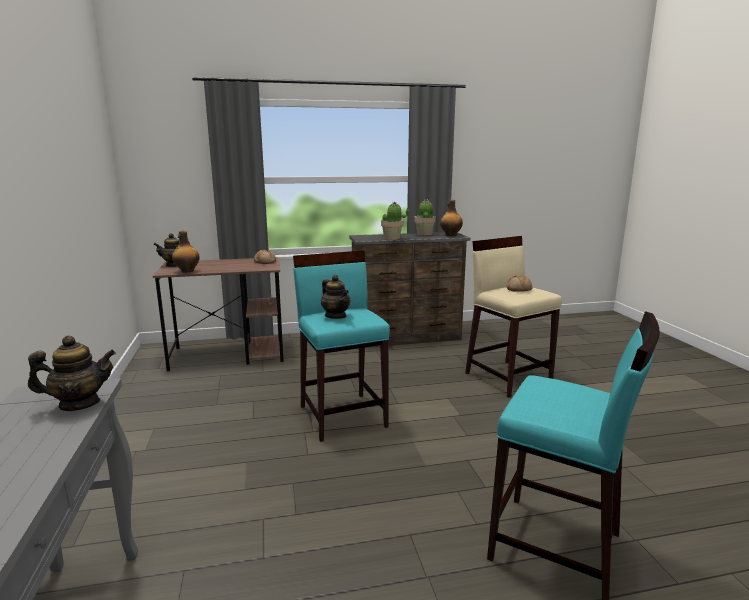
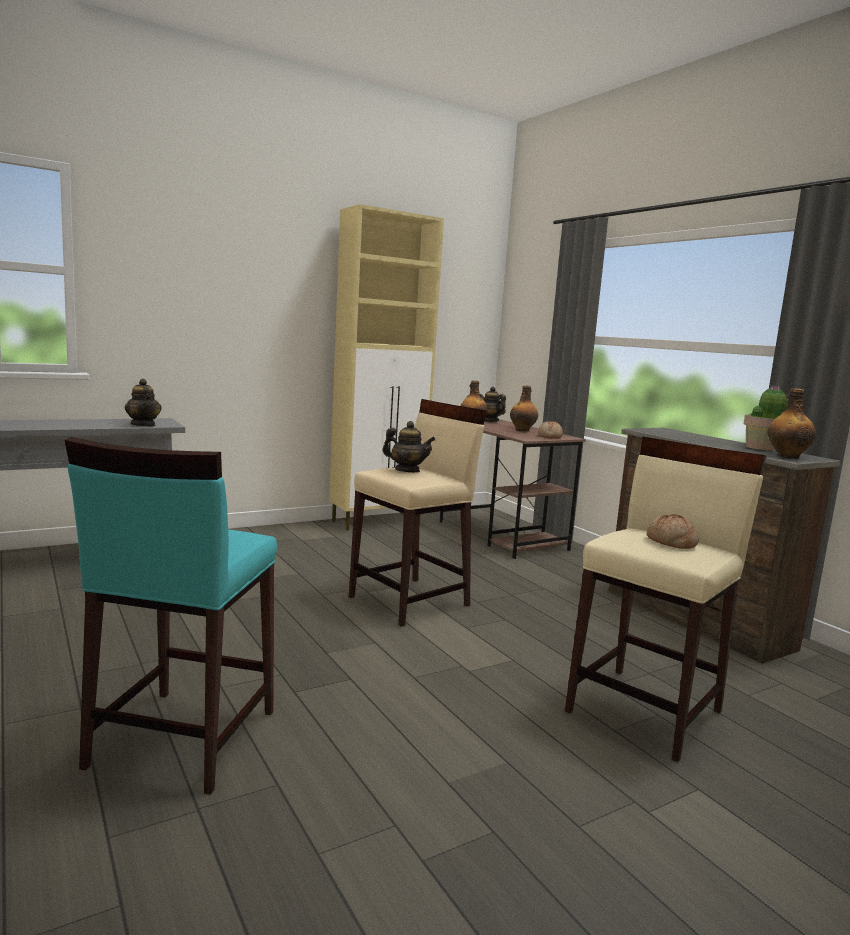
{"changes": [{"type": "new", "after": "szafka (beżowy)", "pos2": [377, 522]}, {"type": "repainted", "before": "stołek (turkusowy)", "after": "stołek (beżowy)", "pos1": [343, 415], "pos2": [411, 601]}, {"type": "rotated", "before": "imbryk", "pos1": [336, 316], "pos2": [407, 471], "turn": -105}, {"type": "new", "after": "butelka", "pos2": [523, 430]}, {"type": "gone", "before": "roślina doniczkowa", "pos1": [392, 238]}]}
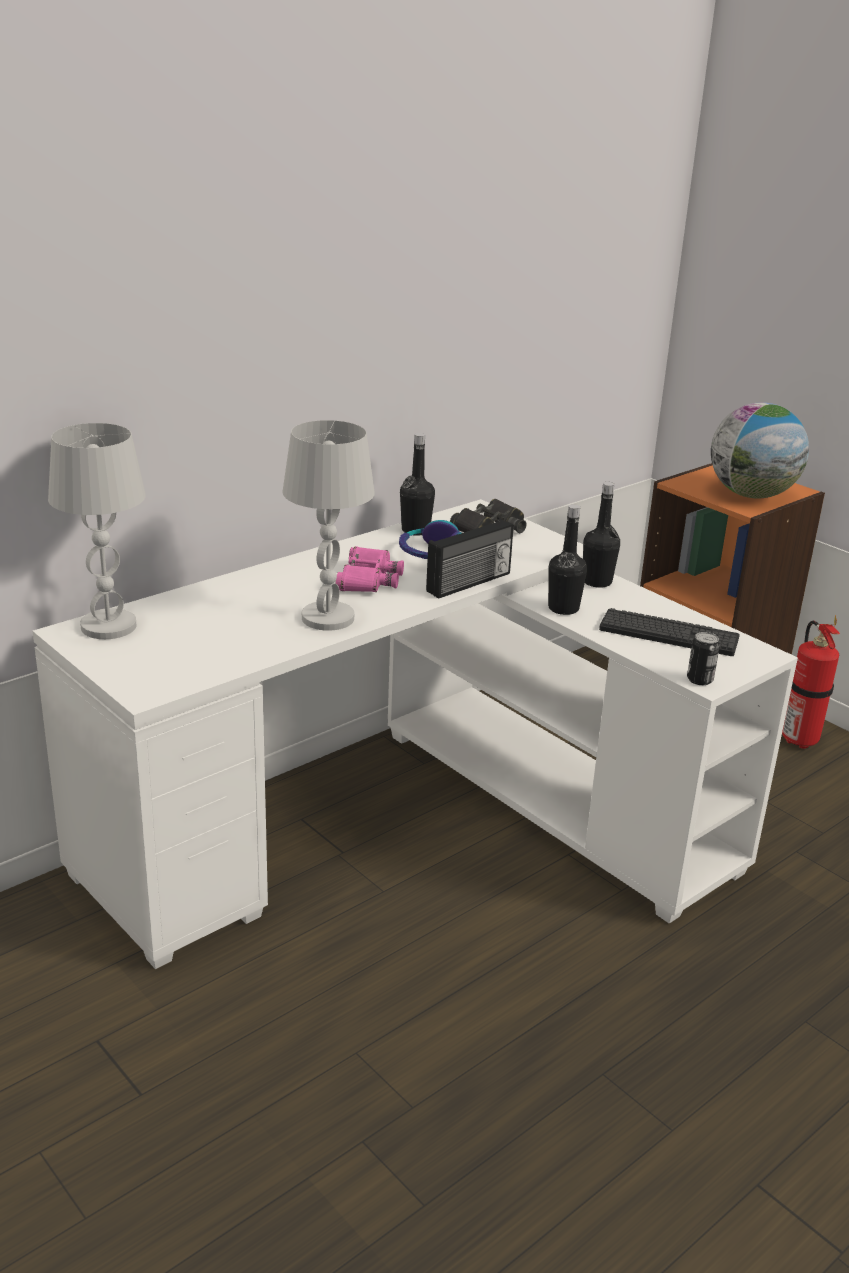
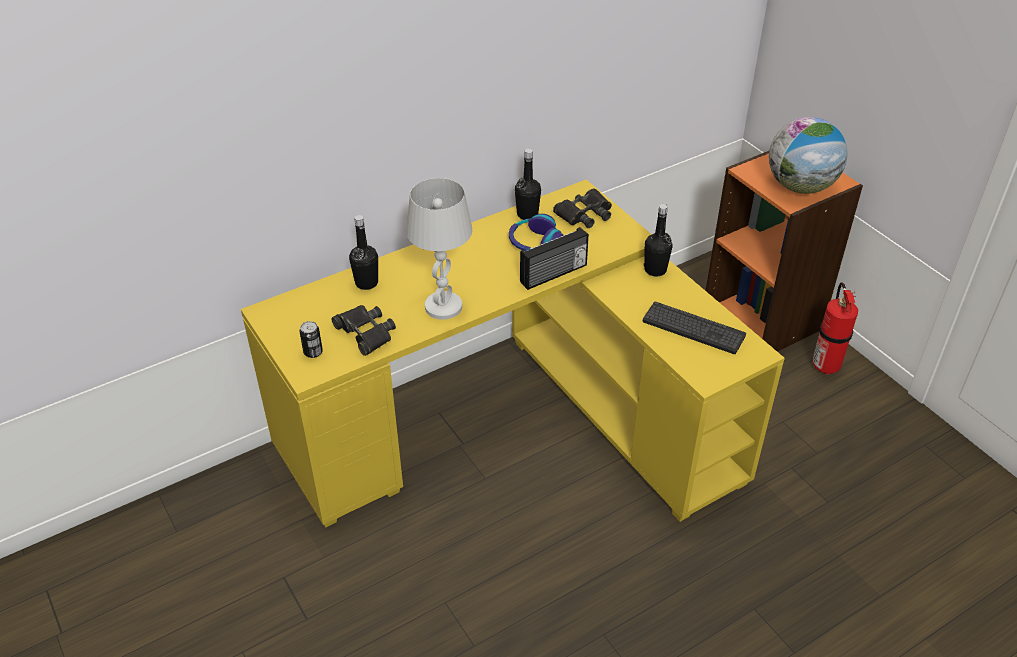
{"changes": [{"type": "repainted", "before": "biurko (biały)", "after": "biurko (żółty)", "pos1": [412, 822], "pos2": [516, 421]}, {"type": "shifted", "before": "puszka", "pos1": [699, 680], "pos2": [313, 352]}, {"type": "new", "after": "lornetka (czarny)", "pos2": [365, 333]}, {"type": "shifted", "before": "butelka (czarny)", "pos1": [563, 608], "pos2": [366, 283]}, {"type": "gone", "before": "lampa stołowa (biały)", "pos1": [109, 626]}, {"type": "gone", "before": "lornetka (różowy)", "pos1": [368, 579]}]}
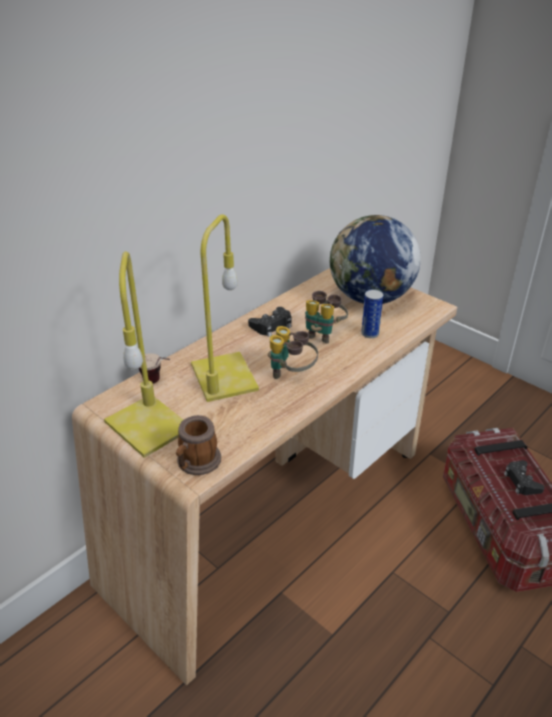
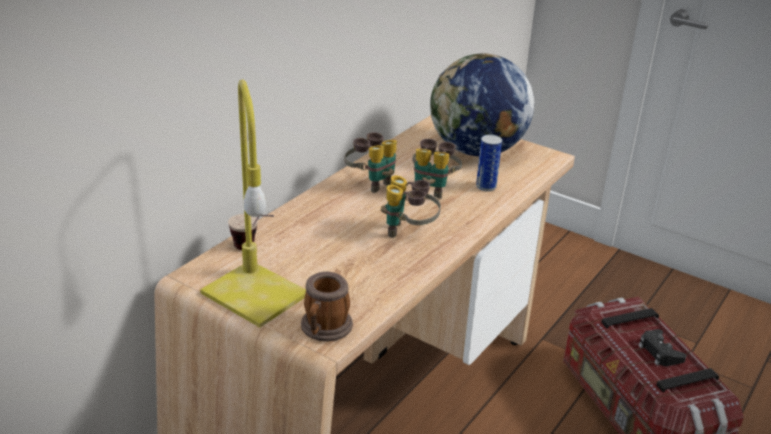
{"changes": [{"type": "swapped", "before": "pad do gier (czarny)", "after": "lornetka", "pos1": [272, 325], "pos2": [371, 183]}, {"type": "gone", "before": "lampa stołowa (żółty)", "pos1": [225, 378]}]}
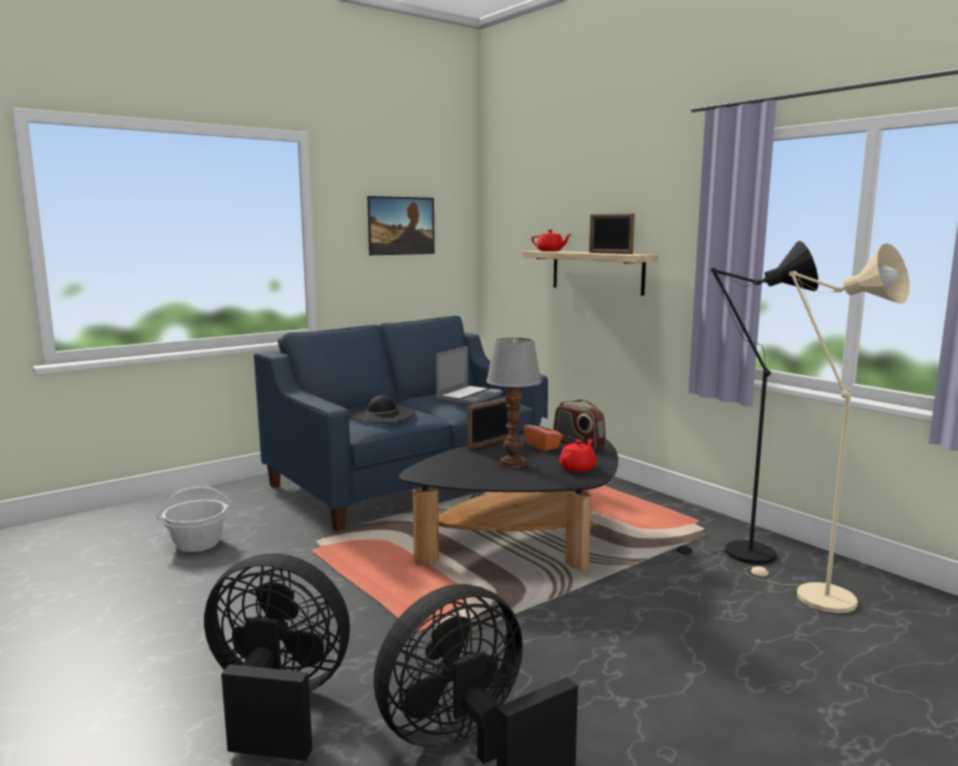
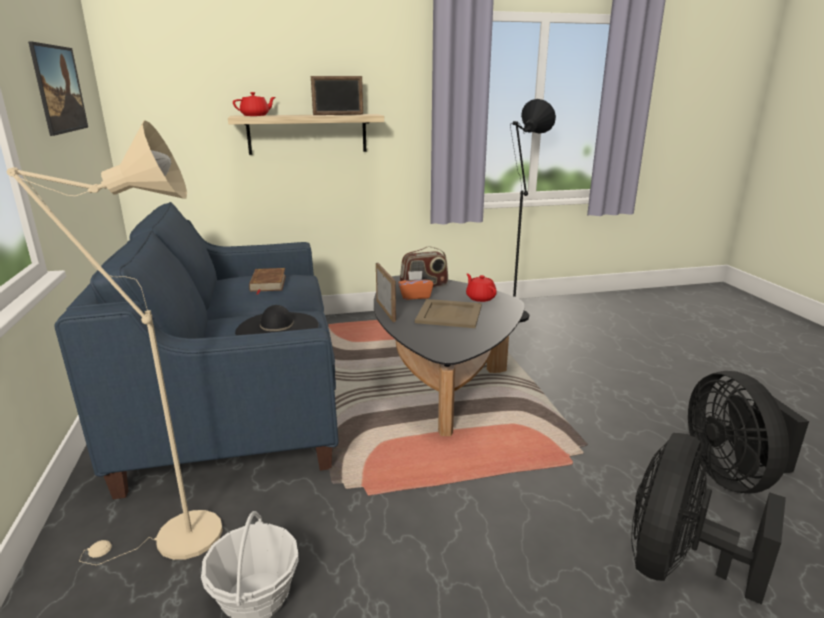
{"changes": [{"type": "shifted", "before": "lampa stojąca (beżowy)", "pos1": [814, 595], "pos2": [176, 539]}, {"type": "swapped", "before": "laptop", "after": "książka (brązowy)", "pos1": [469, 396], "pos2": [268, 283]}, {"type": "swapped", "before": "lampa stołowa", "after": "taca (beżowy)", "pos1": [512, 463], "pos2": [448, 314]}]}
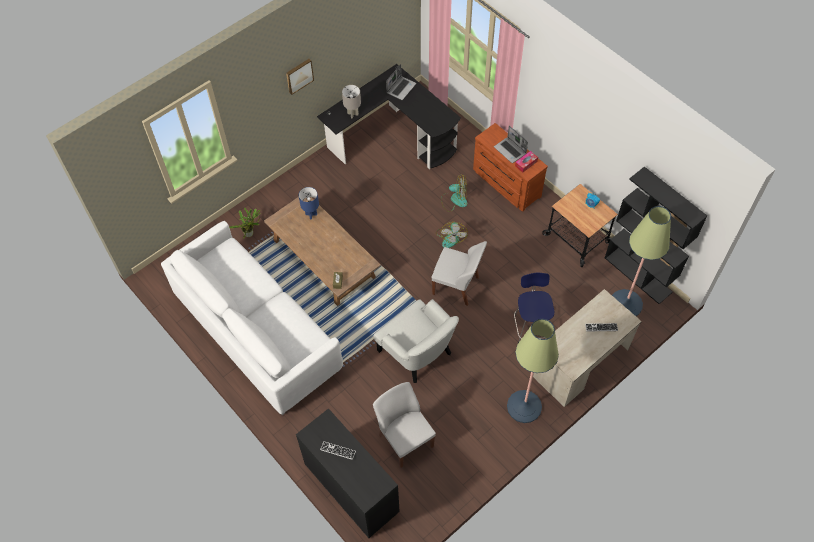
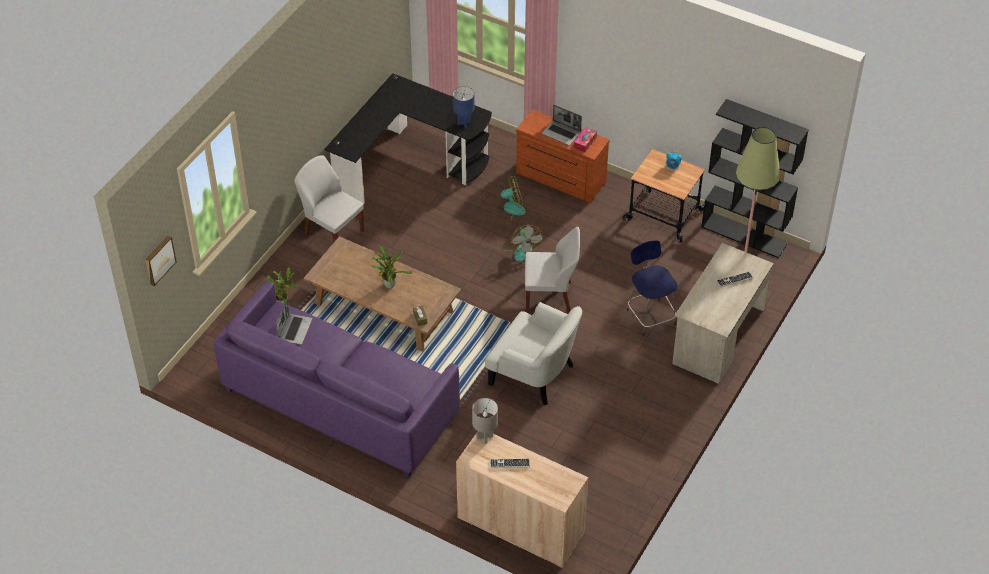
{"changes": [{"type": "shifted", "before": "obraz", "pos1": [299, 75], "pos2": [159, 260]}, {"type": "repainted", "before": "kanapa (biały)", "after": "kanapa (fioletowy)", "pos1": [257, 332], "pos2": [339, 402]}, {"type": "shifted", "before": "laptop", "pos1": [401, 88], "pos2": [294, 329]}, {"type": "shifted", "before": "krzesło (biały)", "pos1": [405, 439], "pos2": [333, 232]}, {"type": "new", "after": "roślina doniczkowa", "pos2": [389, 283]}, {"type": "shifted", "before": "lampa stołowa (niebieski)", "pos1": [311, 214], "pos2": [463, 123]}, {"type": "repainted", "before": "szafka (czarny)", "after": "szafka (beżowy)", "pos1": [351, 487], "pos2": [520, 526]}, {"type": "shifted", "before": "lampa stołowa (szary)", "pos1": [353, 114], "pos2": [485, 437]}, {"type": "gone", "before": "lampa stojąca", "pos1": [524, 406]}]}
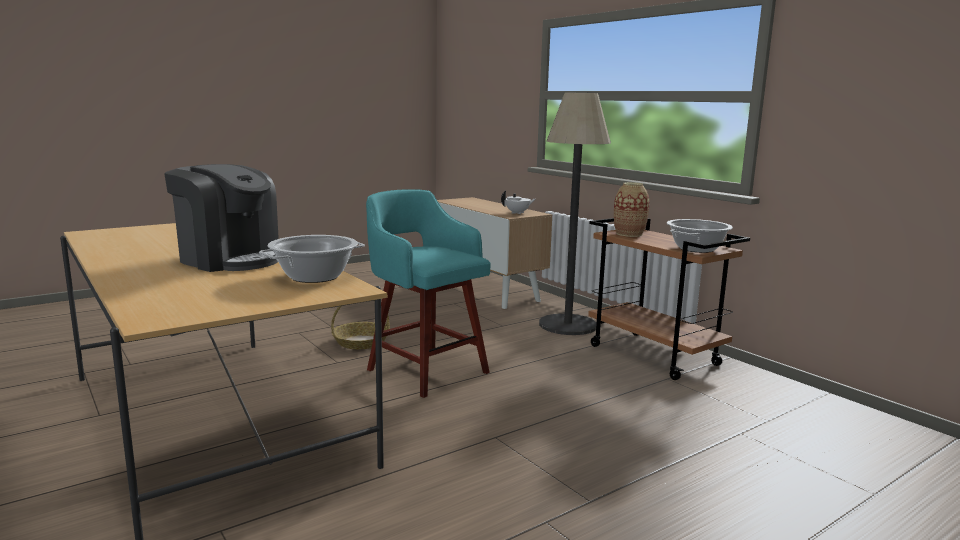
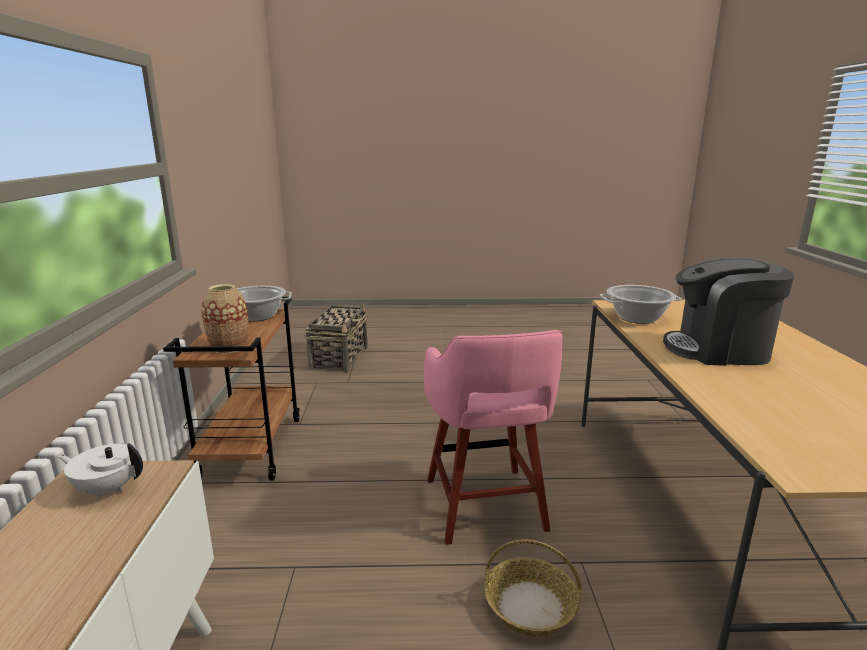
{"changes": [{"type": "new", "after": "koszyk", "pos2": [339, 358]}, {"type": "repainted", "before": "stołek (turkusowy)", "after": "stołek (różowy)", "pos1": [425, 370], "pos2": [485, 507]}, {"type": "rotated", "before": "ekspres do kawy", "pos1": [229, 259], "pos2": [719, 350], "turn": -60}, {"type": "gone", "before": "lampa stojąca", "pos1": [567, 325]}]}
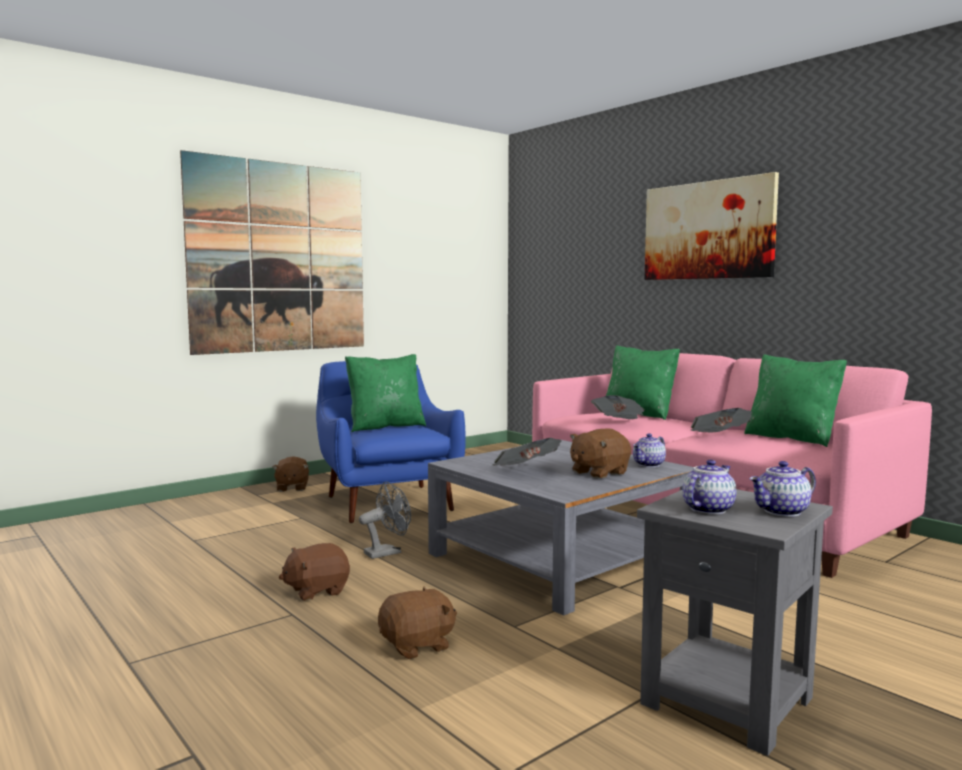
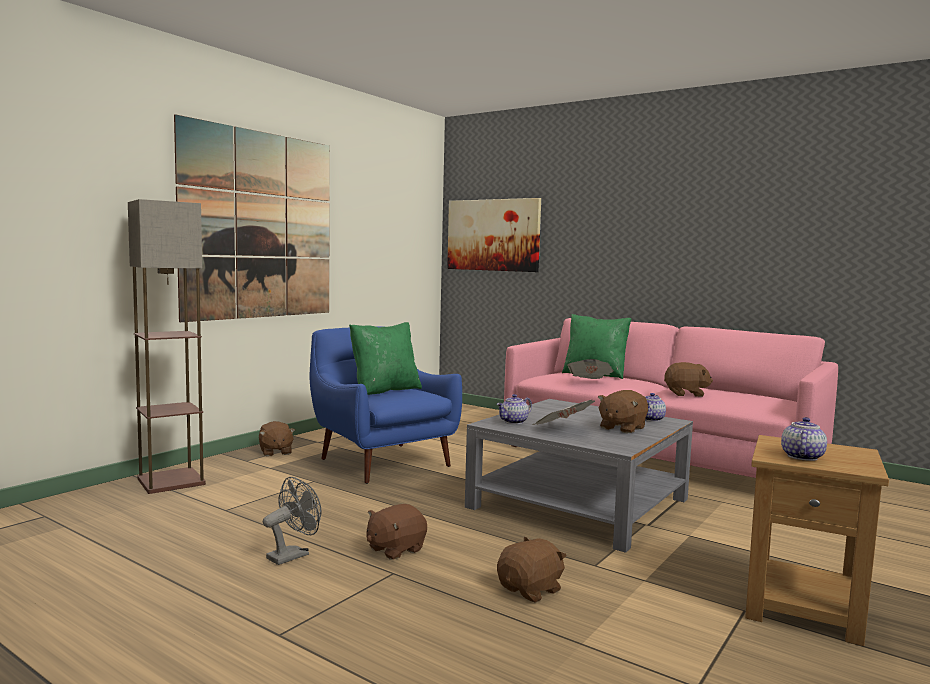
{"changes": [{"type": "new", "after": "lampa stojąca", "pos2": [172, 481]}, {"type": "shifted", "before": "wentylator (szary)", "pos1": [387, 552], "pos2": [293, 555]}, {"type": "shifted", "before": "obraz", "pos1": [707, 230], "pos2": [493, 235]}, {"type": "shifted", "before": "imbryk", "pos1": [782, 512], "pos2": [514, 422]}, {"type": "swapped", "before": "gazeta", "after": "pluszak (brązowy)", "pos1": [719, 437], "pos2": [686, 394]}, {"type": "repainted", "before": "stolik (szary)", "after": "stolik (brązowy)", "pos1": [729, 701], "pos2": [804, 608]}, {"type": "gone", "before": "poduszka (zielony)", "pos1": [792, 438]}]}
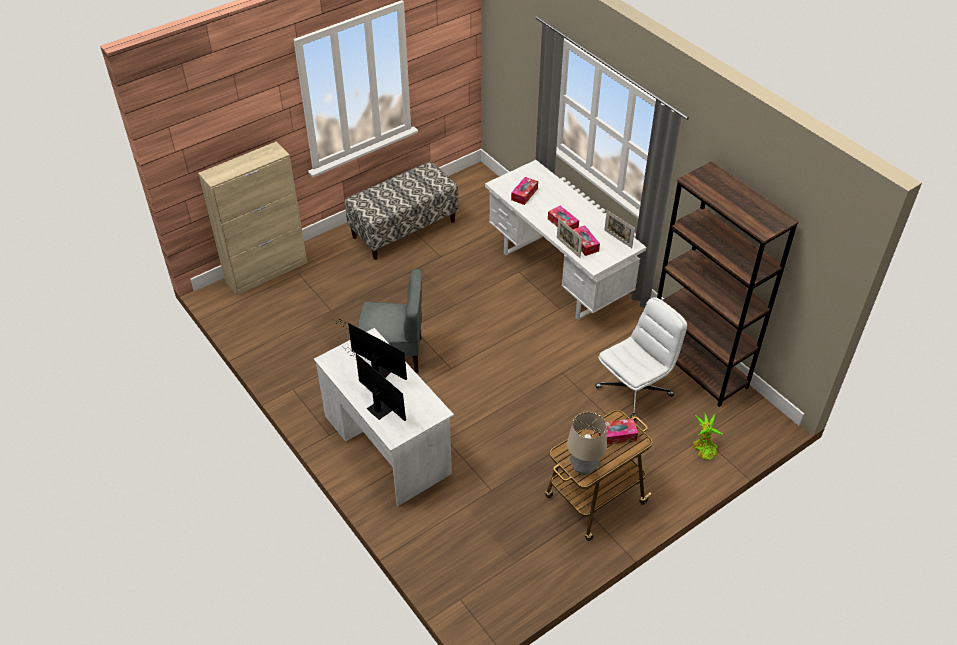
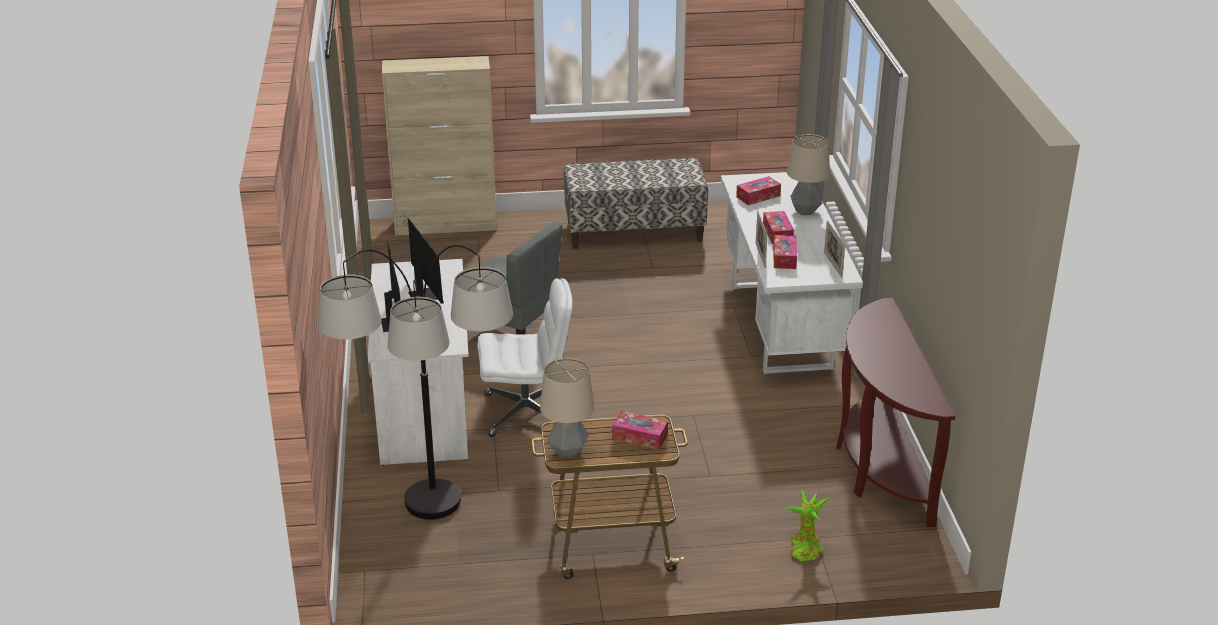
{"changes": [{"type": "new", "after": "lampa stojąca", "pos2": [435, 547]}, {"type": "shifted", "before": "krzesło biurowe (biały)", "pos1": [634, 391], "pos2": [527, 412]}, {"type": "new", "after": "lampa stołowa", "pos2": [805, 211]}, {"type": "swapped", "before": "regał (brązowy)", "after": "stolik konsolowy (brązowy)", "pos1": [698, 366], "pos2": [880, 467]}]}
